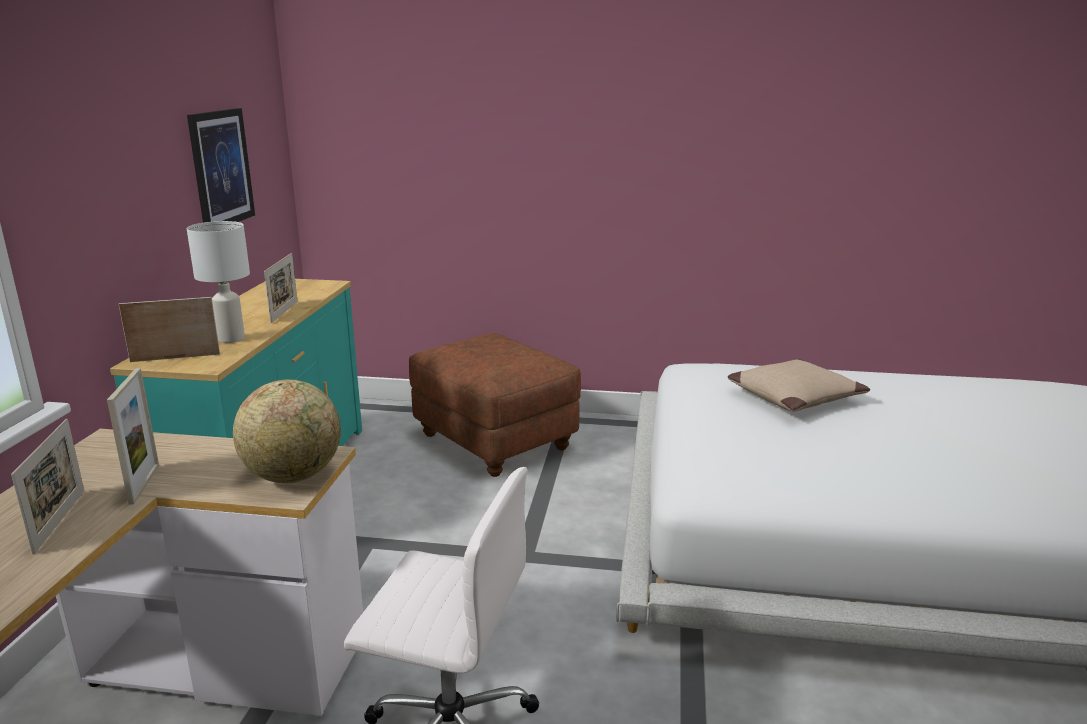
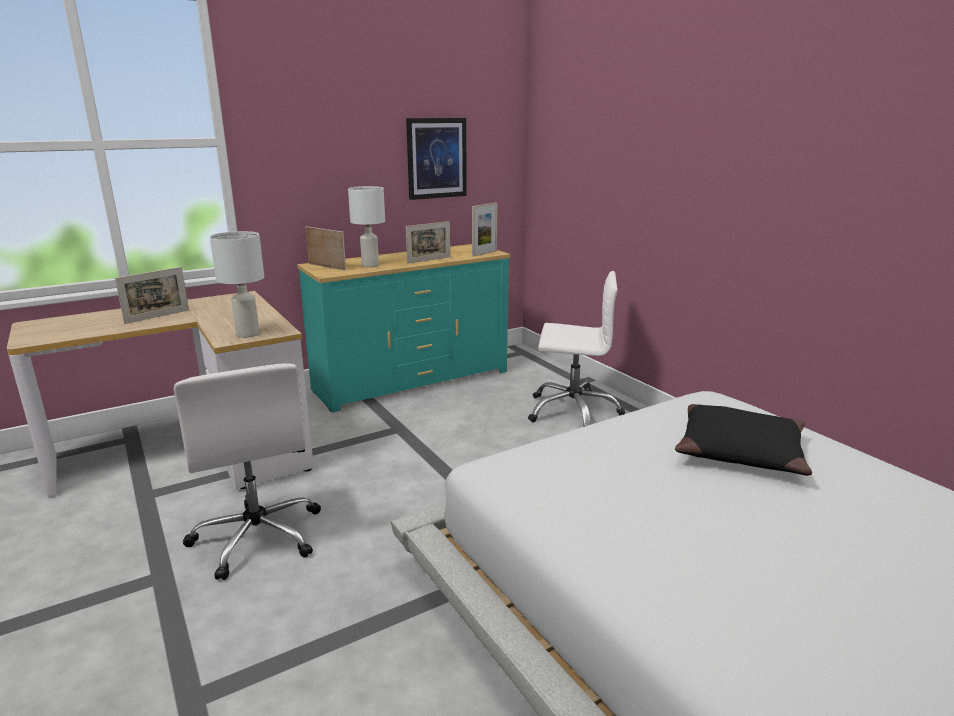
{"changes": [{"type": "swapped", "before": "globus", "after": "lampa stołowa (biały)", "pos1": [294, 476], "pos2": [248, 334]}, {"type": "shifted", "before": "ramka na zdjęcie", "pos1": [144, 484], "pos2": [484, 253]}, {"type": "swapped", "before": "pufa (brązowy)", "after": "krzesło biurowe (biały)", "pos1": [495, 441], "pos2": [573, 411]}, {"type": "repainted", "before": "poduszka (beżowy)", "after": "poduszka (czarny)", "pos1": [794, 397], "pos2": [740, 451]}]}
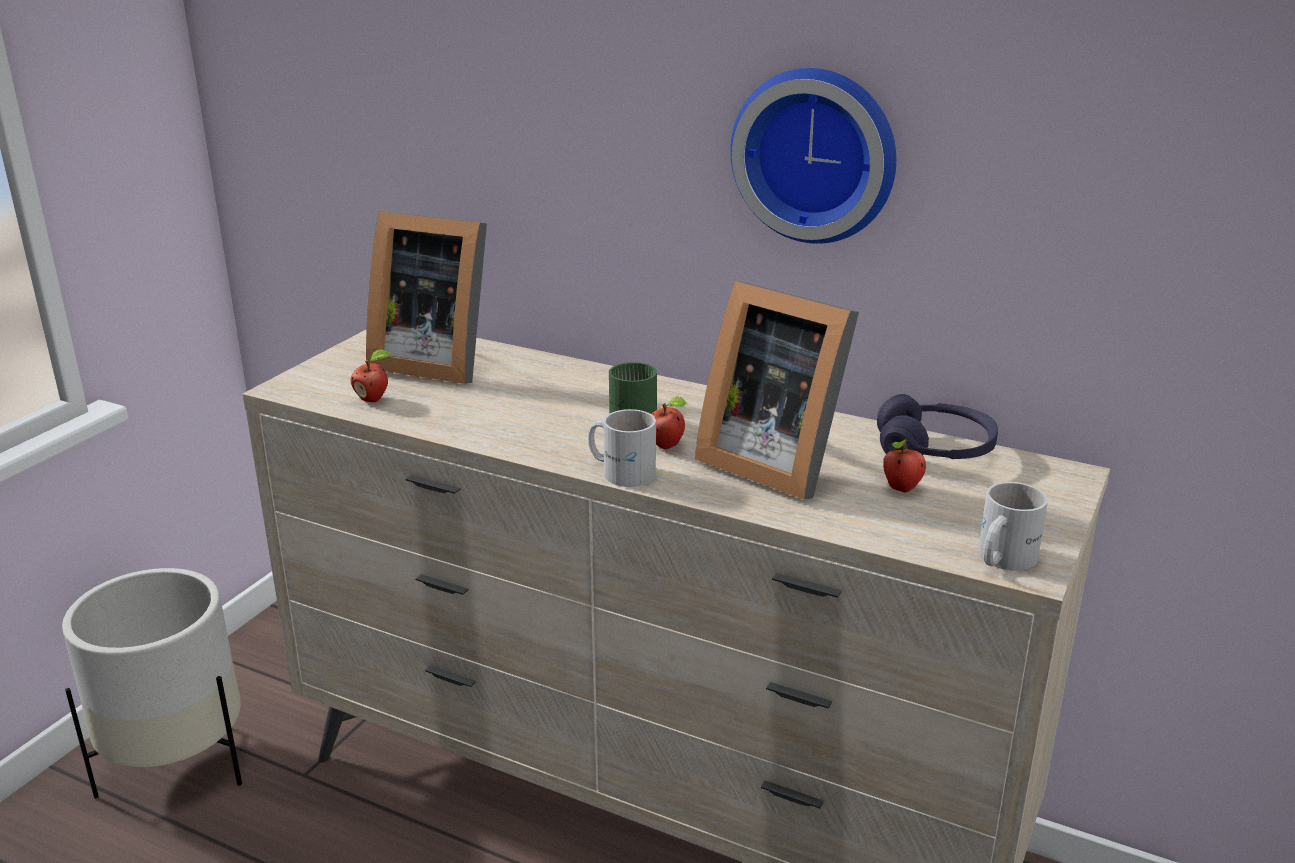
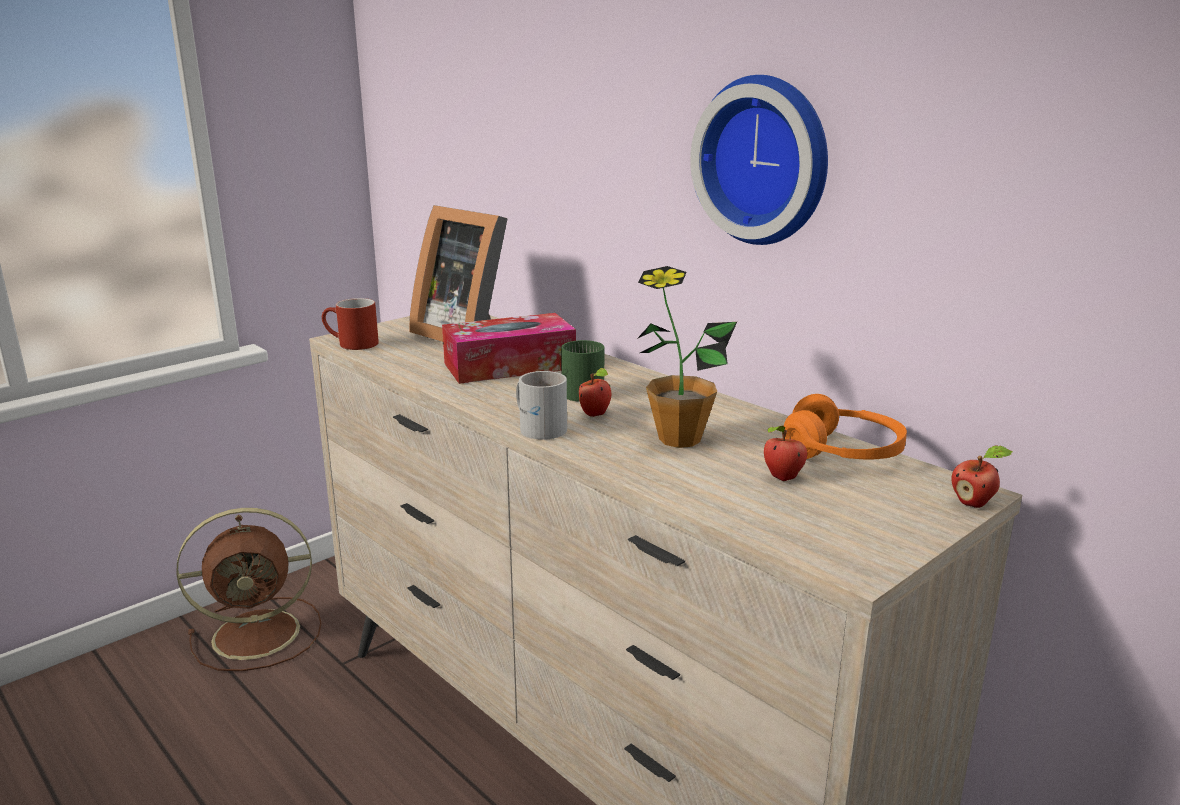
{"changes": [{"type": "swapped", "before": "donica (biały)", "after": "wentylator (brązowy)", "pos1": [176, 763], "pos2": [260, 633]}, {"type": "new", "after": "kubek (czerwony)", "pos2": [351, 344]}, {"type": "new", "after": "pudełko chusteczek", "pos2": [509, 366]}, {"type": "swapped", "before": "ramka na zdjęcie", "after": "roślina doniczkowa", "pos1": [774, 461], "pos2": [679, 439]}, {"type": "repainted", "before": "słuchawki (fioletowy)", "after": "słuchawki (pomarańczowy)", "pos1": [934, 450], "pos2": [842, 452]}, {"type": "shifted", "before": "jabłko", "pos1": [374, 399], "pos2": [974, 503]}, {"type": "gone", "before": "kubek (biały)", "pos1": [1000, 558]}]}
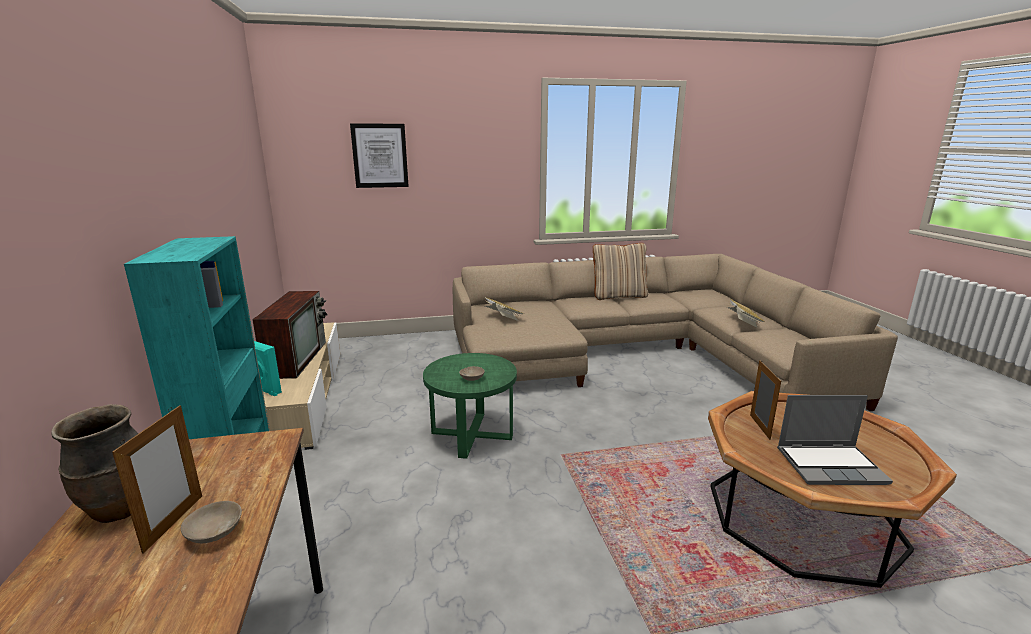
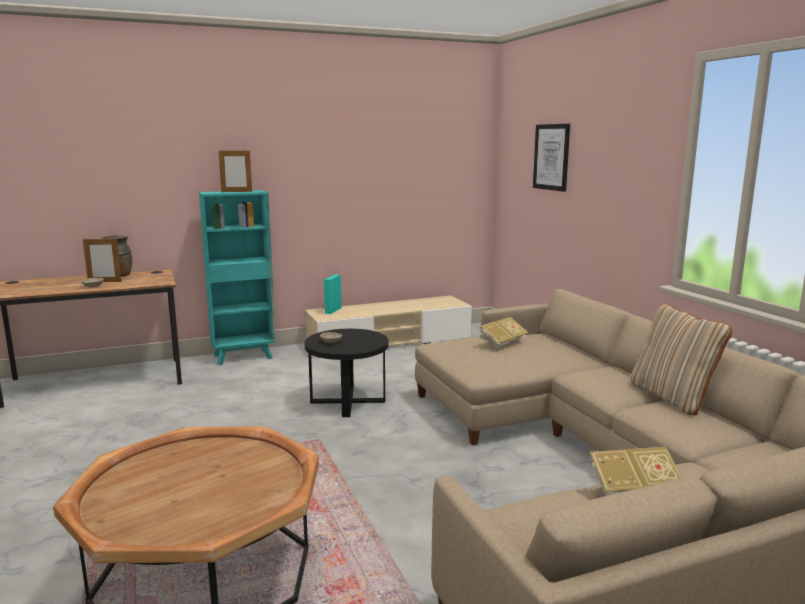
{"changes": [{"type": "shifted", "before": "ramka na zdjęcie", "pos1": [759, 427], "pos2": [236, 191]}, {"type": "repainted", "before": "stolik (zielony)", "after": "stolik (czarny)", "pos1": [472, 434], "pos2": [348, 401]}, {"type": "gone", "before": "telewizor", "pos1": [296, 358]}, {"type": "gone", "before": "laptop", "pos1": [831, 465]}]}
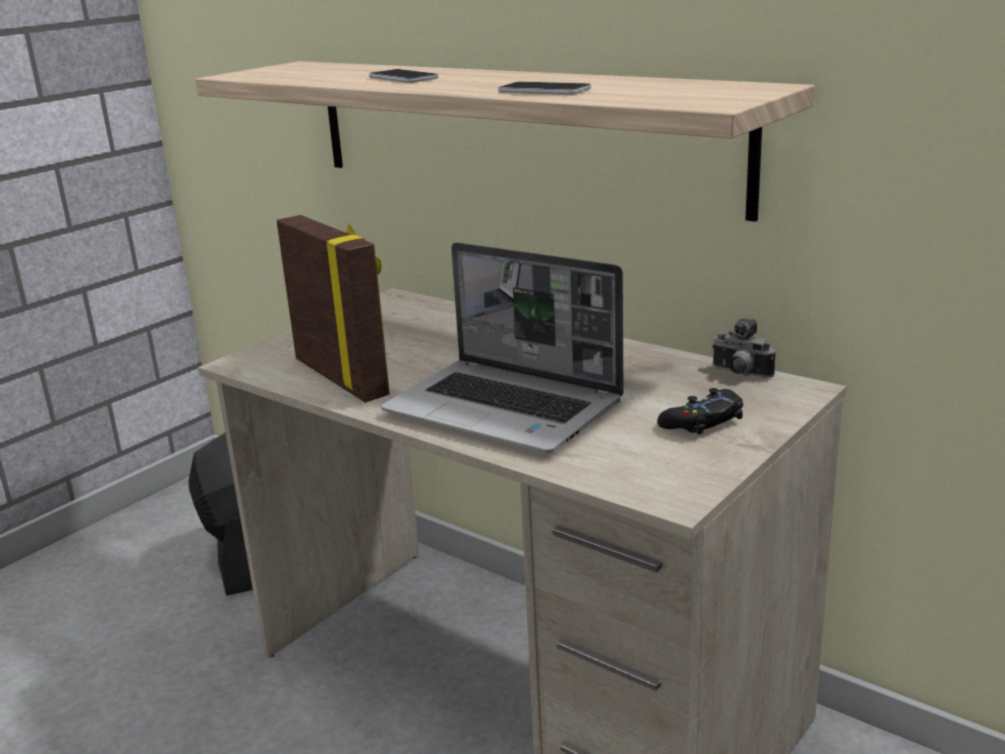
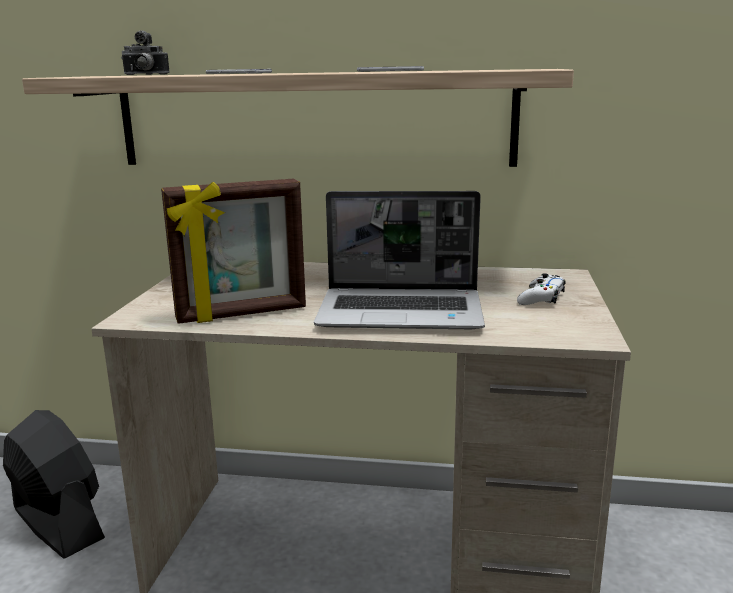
{"changes": [{"type": "shifted", "before": "aparat fotograficzny", "pos1": [740, 374], "pos2": [144, 75]}, {"type": "rotated", "before": "ramka na zdjęcie", "pos1": [343, 377], "pos2": [242, 314], "turn": 135}, {"type": "repainted", "before": "pad do gier (czarny)", "after": "pad do gier (biały)", "pos1": [702, 422], "pos2": [541, 298]}]}
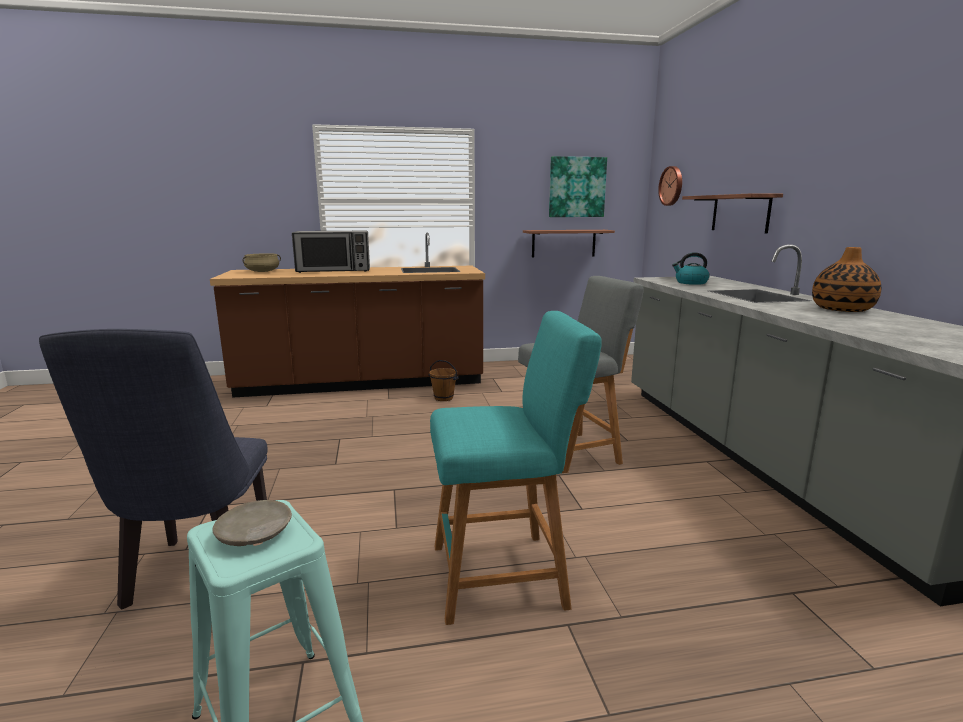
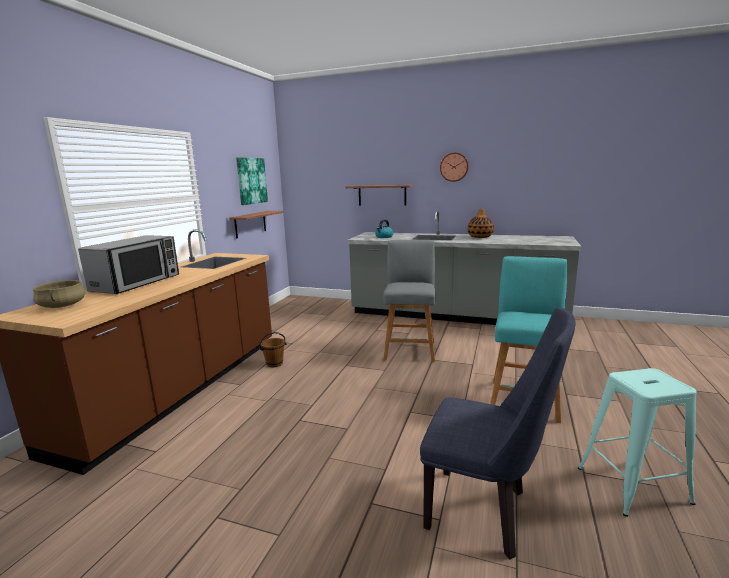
{"changes": [{"type": "shifted", "before": "zegar ścienny", "pos1": [672, 186], "pos2": [454, 167]}, {"type": "gone", "before": "talerz (beżowy)", "pos1": [254, 534]}]}
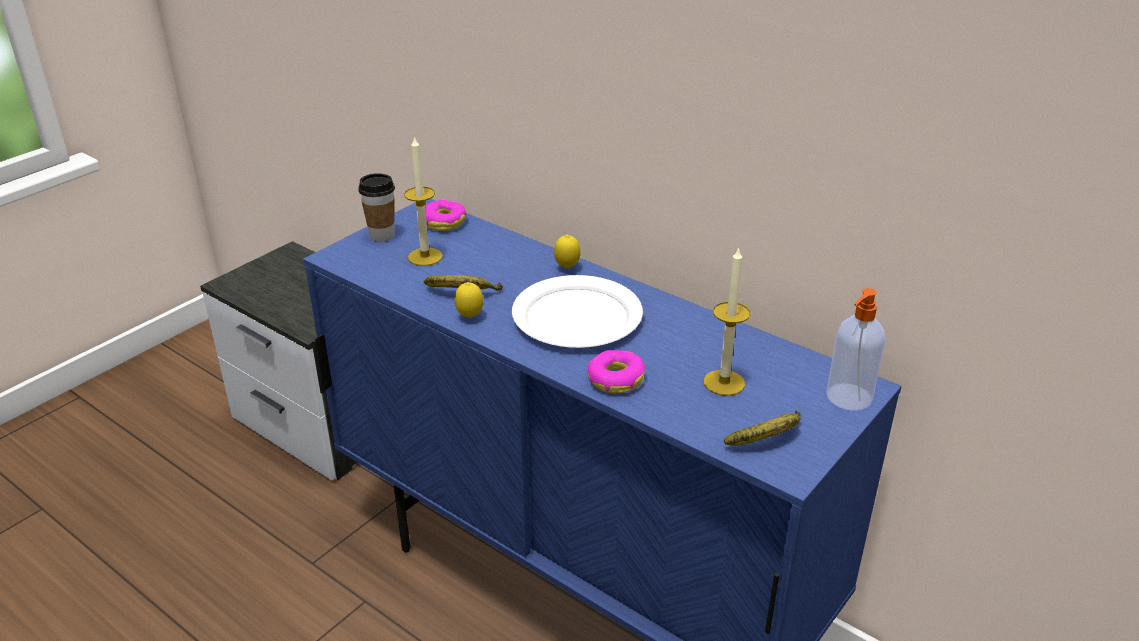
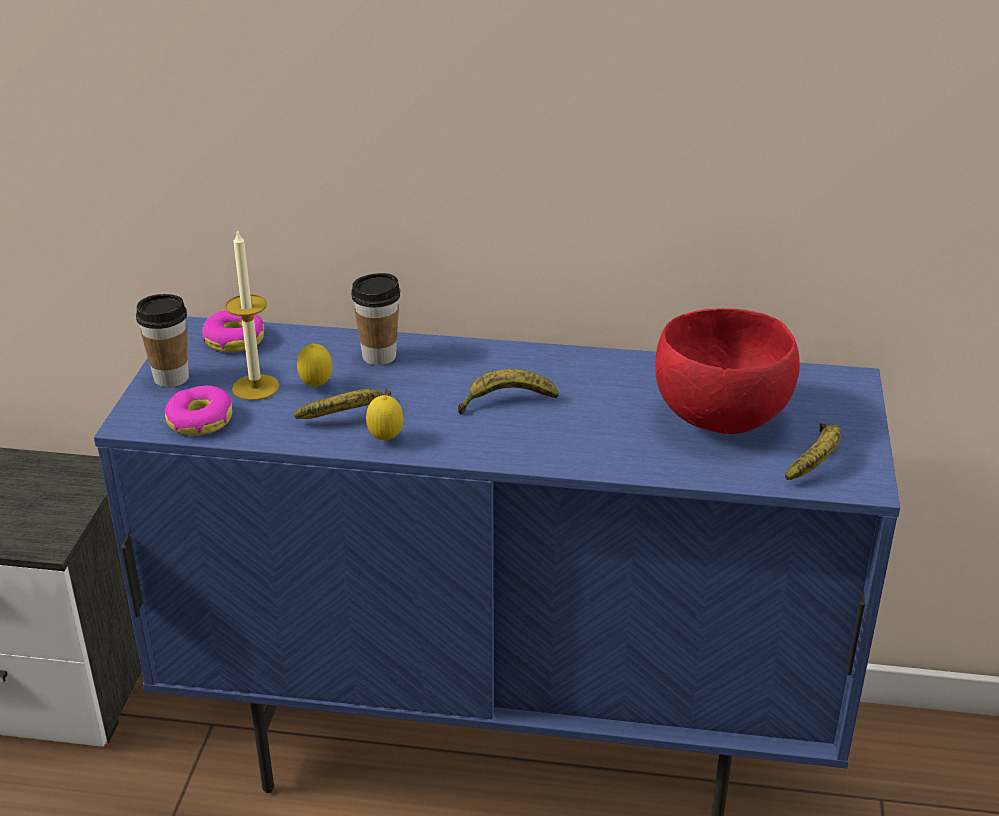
{"changes": [{"type": "shifted", "before": "donut", "pos1": [615, 379], "pos2": [199, 420]}, {"type": "shifted", "before": "cytryna", "pos1": [567, 268], "pos2": [316, 386]}, {"type": "new", "after": "filiżanka", "pos2": [379, 356]}, {"type": "swapped", "before": "talerz (biały)", "after": "banan", "pos1": [576, 317], "pos2": [505, 402]}, {"type": "swapped", "before": "świeca", "after": "miska (czerwony)", "pos1": [724, 382], "pos2": [722, 420]}, {"type": "gone", "before": "dozownik mydła", "pos1": [848, 398]}]}
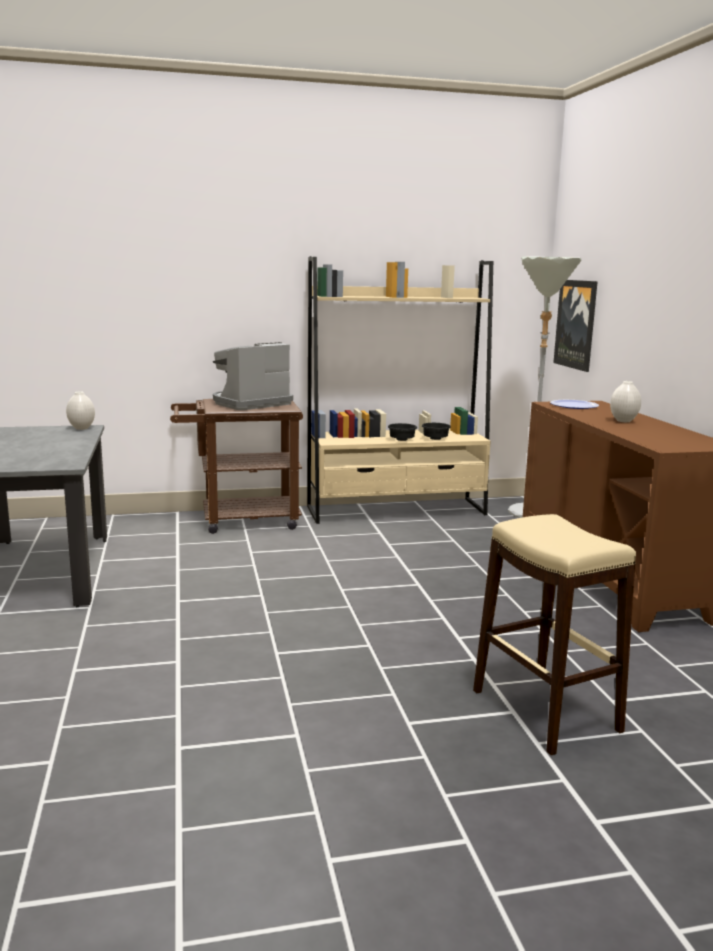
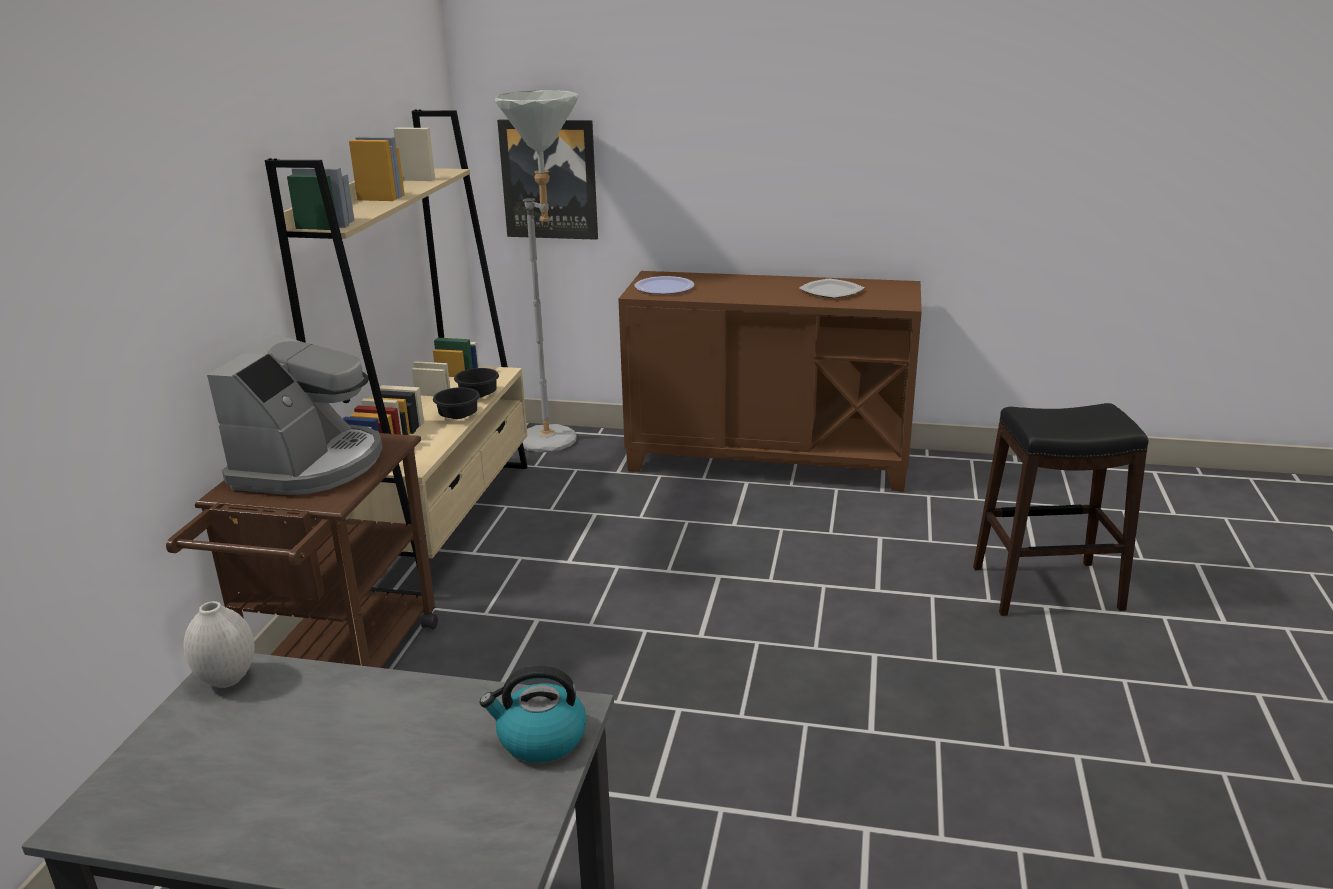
{"changes": [{"type": "rotated", "before": "ekspres do kawy", "pos1": [250, 403], "pos2": [310, 465], "turn": -150}, {"type": "new", "after": "czajnik", "pos2": [540, 739]}, {"type": "new", "after": "talerz", "pos2": [832, 291]}, {"type": "repainted", "before": "stołek (beżowy)", "after": "stołek (czarny)", "pos1": [544, 710], "pos2": [1046, 588]}, {"type": "gone", "before": "wazon (biały)", "pos1": [624, 421]}]}
